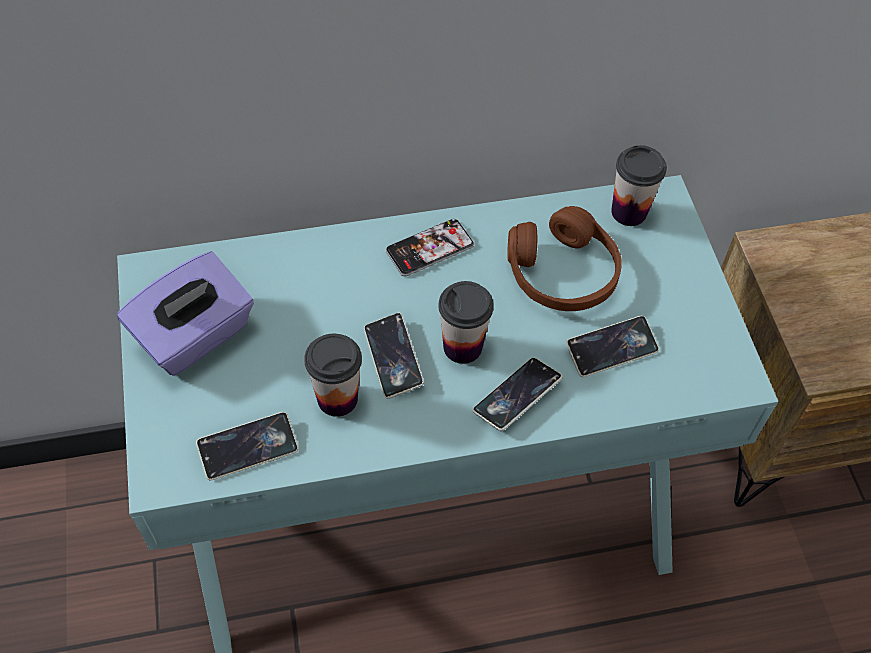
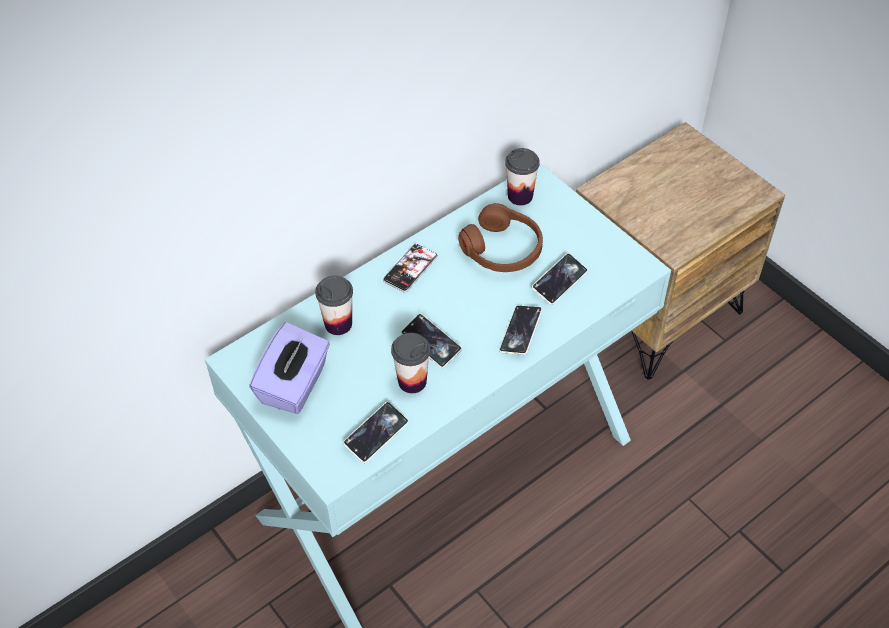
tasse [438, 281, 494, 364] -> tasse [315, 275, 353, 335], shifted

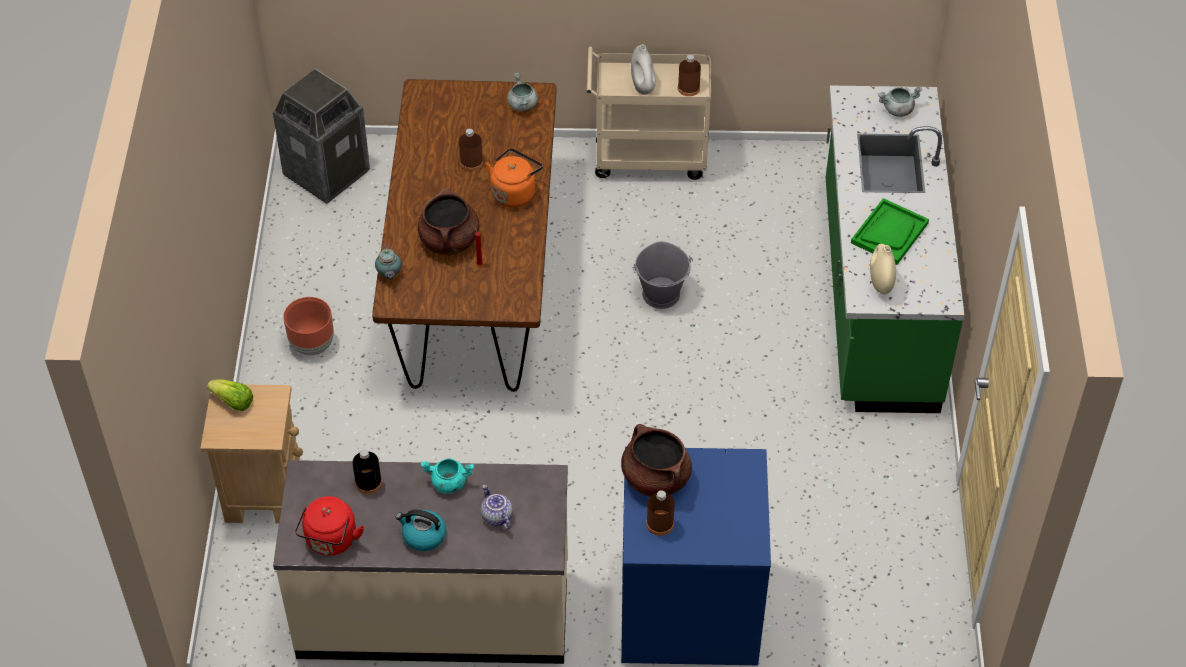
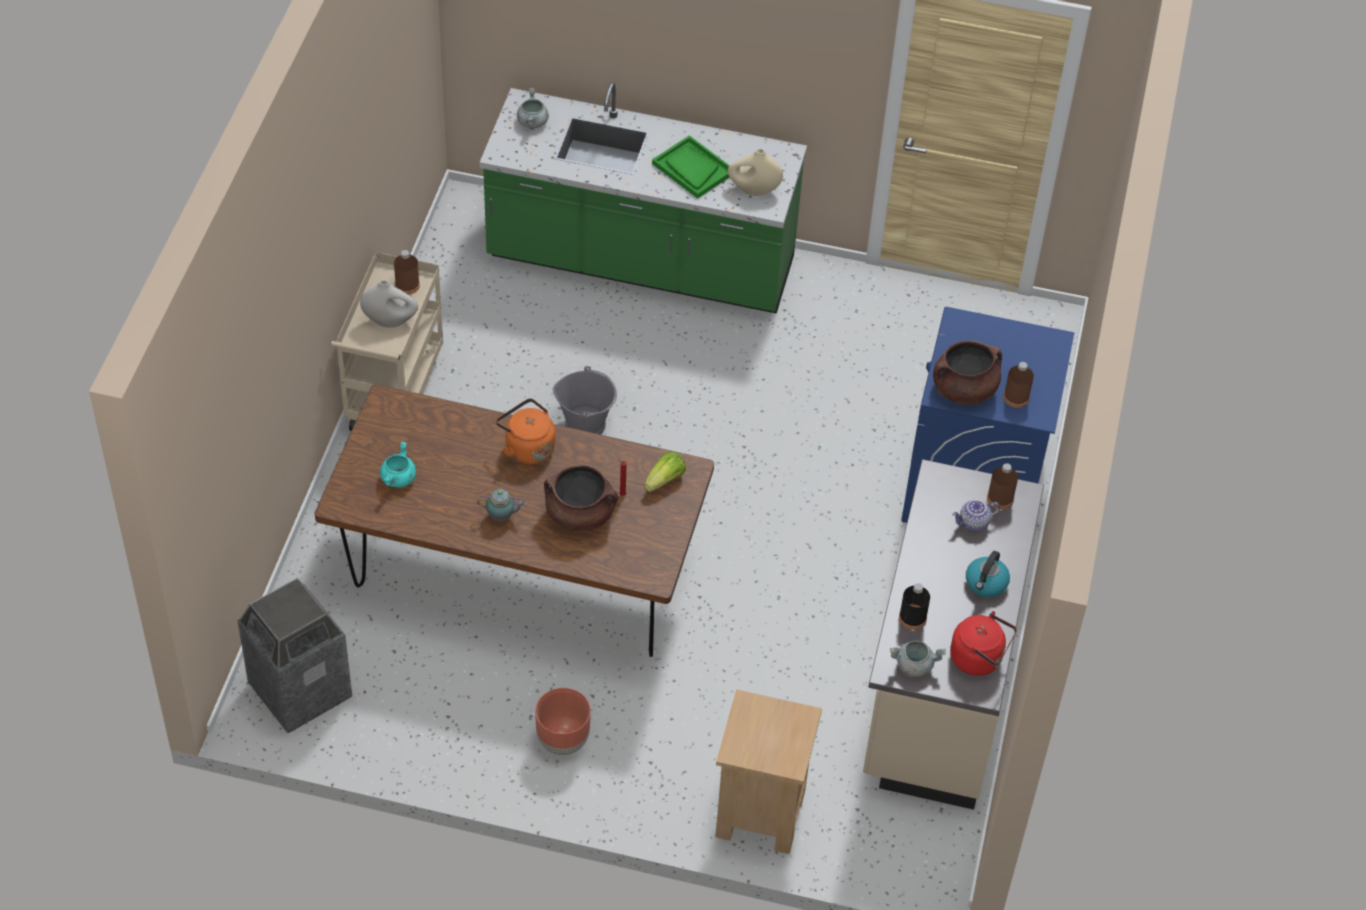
laitue [207, 379, 253, 411] -> laitue [644, 451, 686, 492], shifted
théière [375, 243, 402, 279] -> théière [477, 489, 526, 522], shifted
marmite [turquoise] [421, 458, 474, 494] -> marmite [turquoise] [380, 442, 416, 487], shifted
bouteille [marron] [459, 129, 483, 171] -> bouteille [marron] [987, 463, 1018, 509], shifted
marmite [gris] [507, 73, 538, 111] -> marmite [gris] [890, 641, 946, 677], shifted

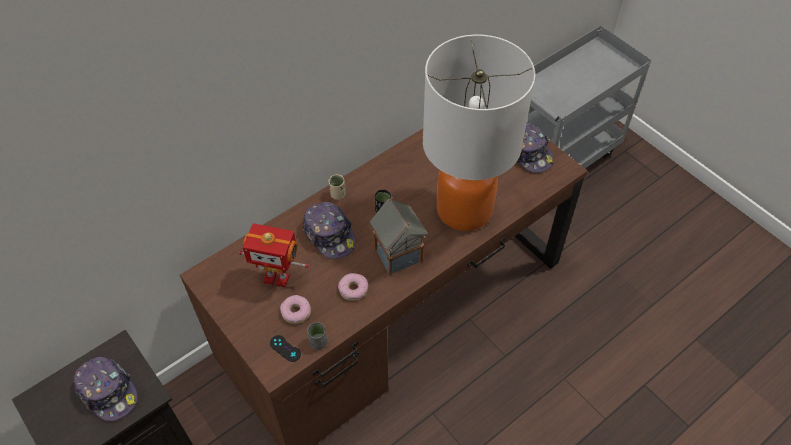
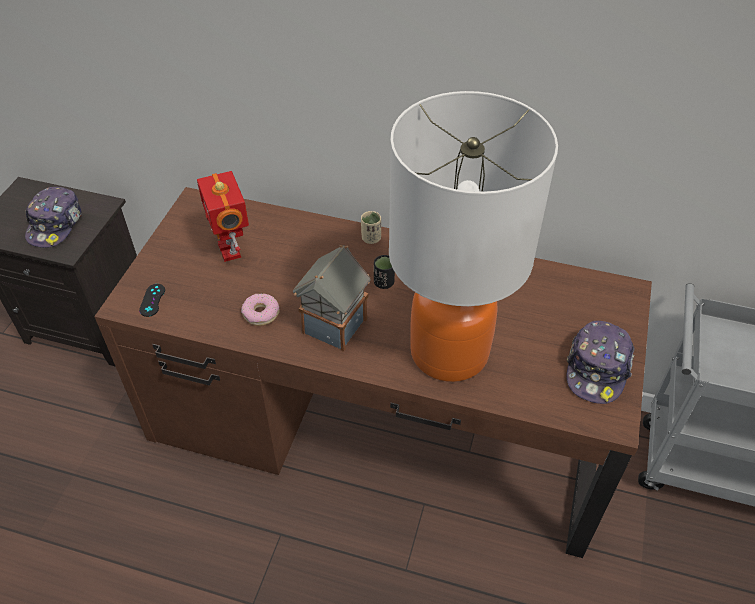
beignet [280, 295, 311, 324] -> none
casquette [303, 202, 356, 259] -> none
tasse [gris] [307, 322, 327, 350] -> none

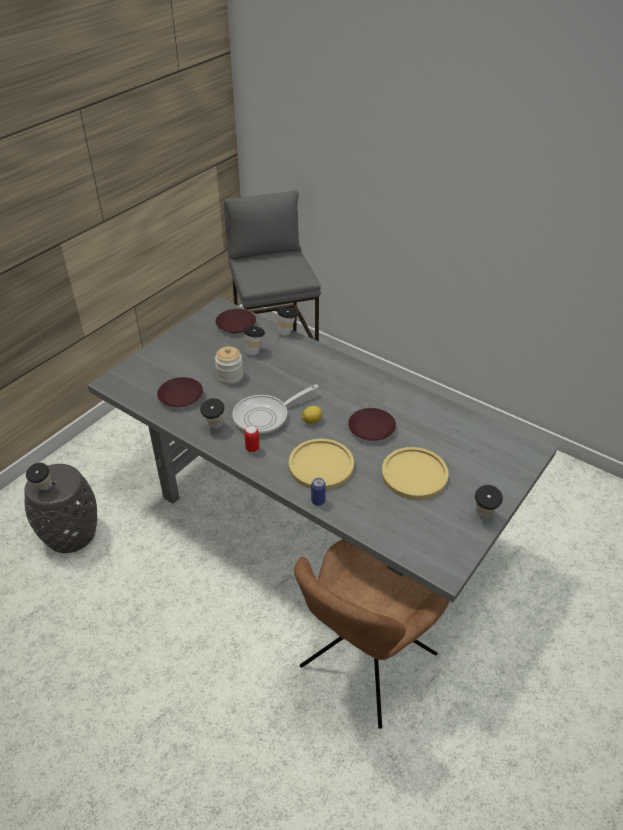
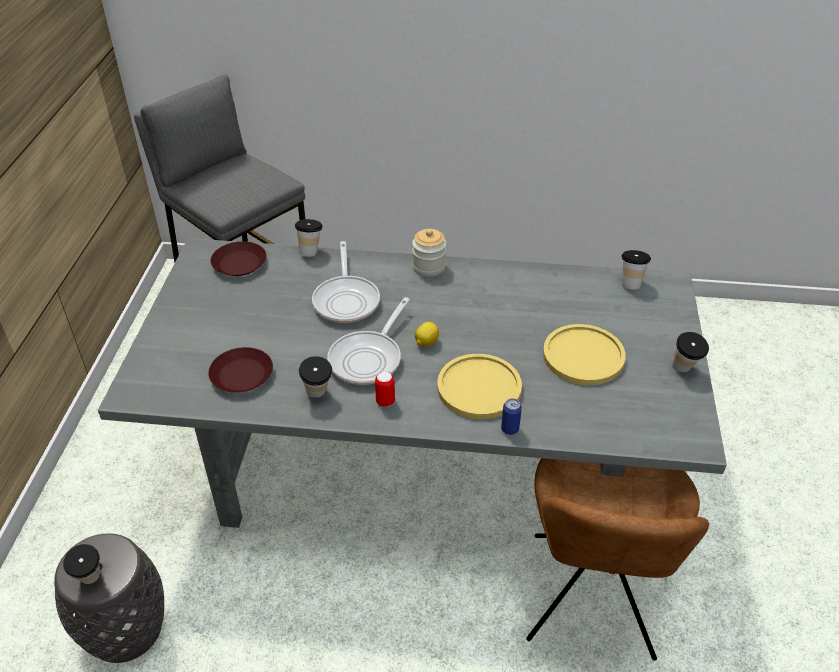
bocal [215, 347, 243, 384] -> bocal [412, 229, 446, 277], shifted
tasse [244, 326, 265, 355] -> tasse [622, 250, 651, 289], shifted
assiette [marron] [348, 408, 396, 441] -> none
none -> poêle [312, 241, 380, 323]

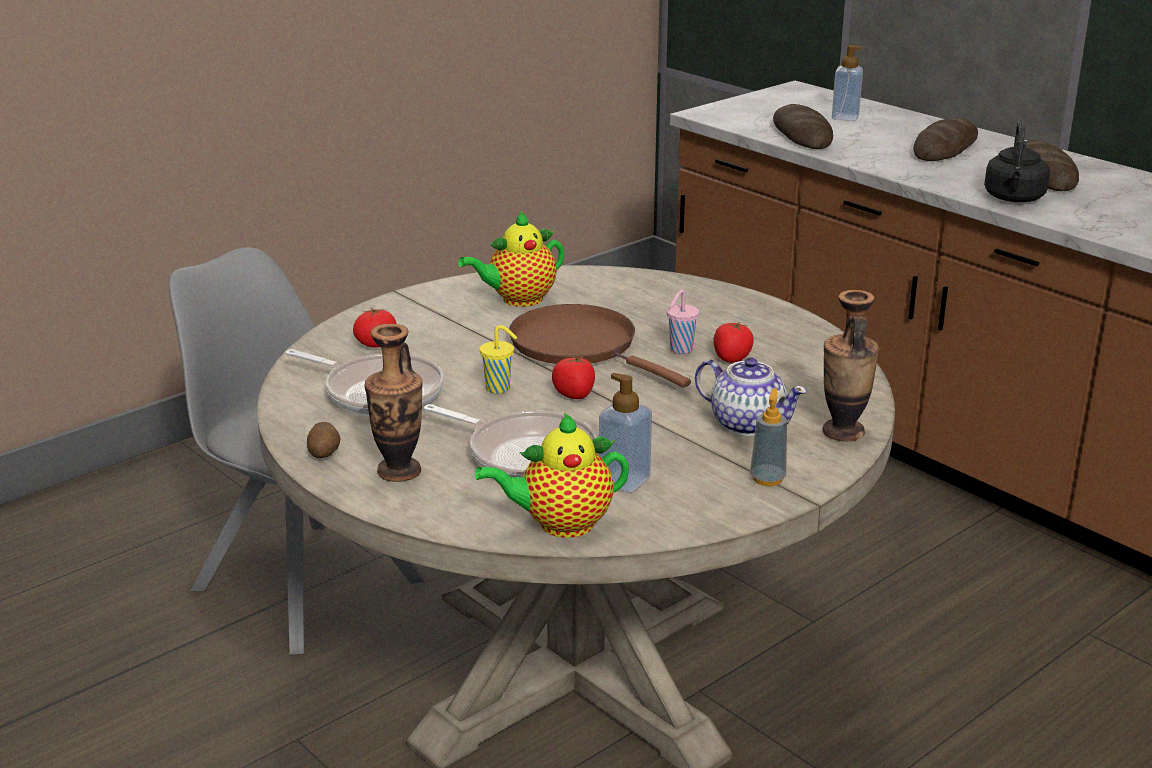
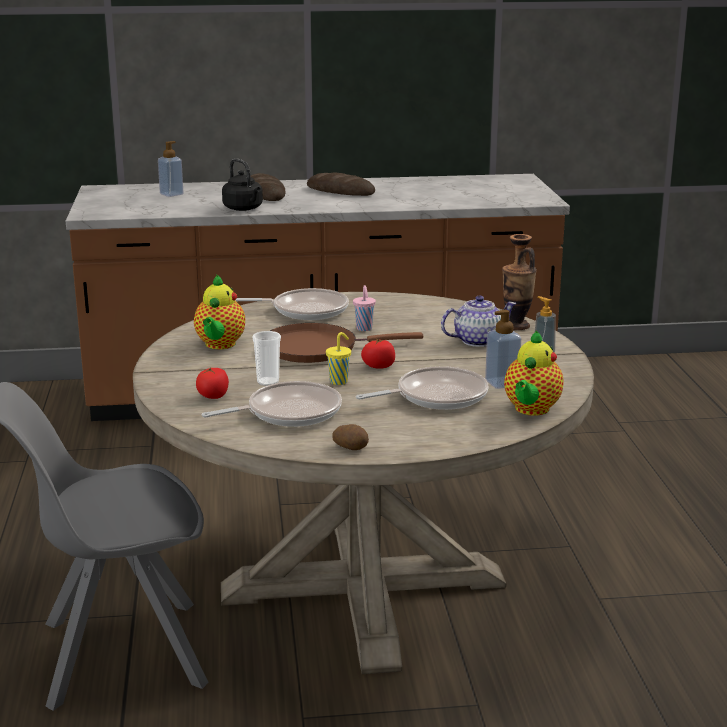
vase [364, 324, 423, 482] -> none
tomate [713, 321, 754, 363] -> none
pain [773, 104, 833, 149] -> none
bouilloire [noir] [984, 121, 1050, 202] -> bouilloire [noir] [222, 158, 263, 211], shifted
none -> poêle [236, 288, 349, 320]
none -> tasse [252, 331, 281, 386]

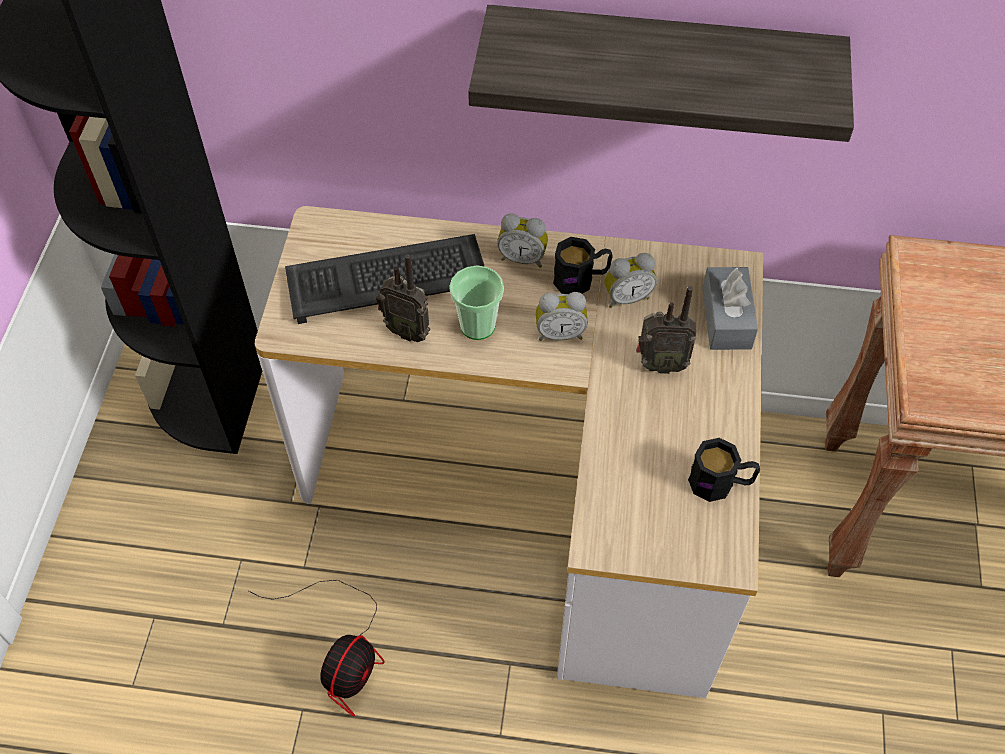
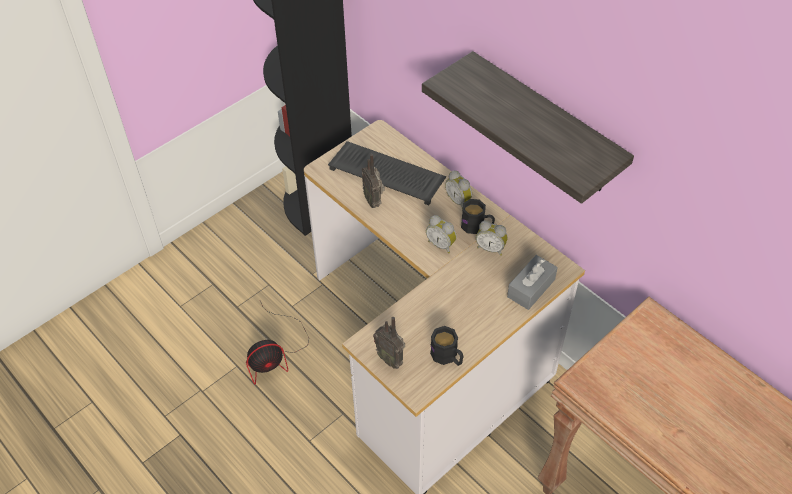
tasse [449, 265, 504, 340] -> none
radio [636, 286, 696, 374] -> radio [373, 317, 405, 369], shifted

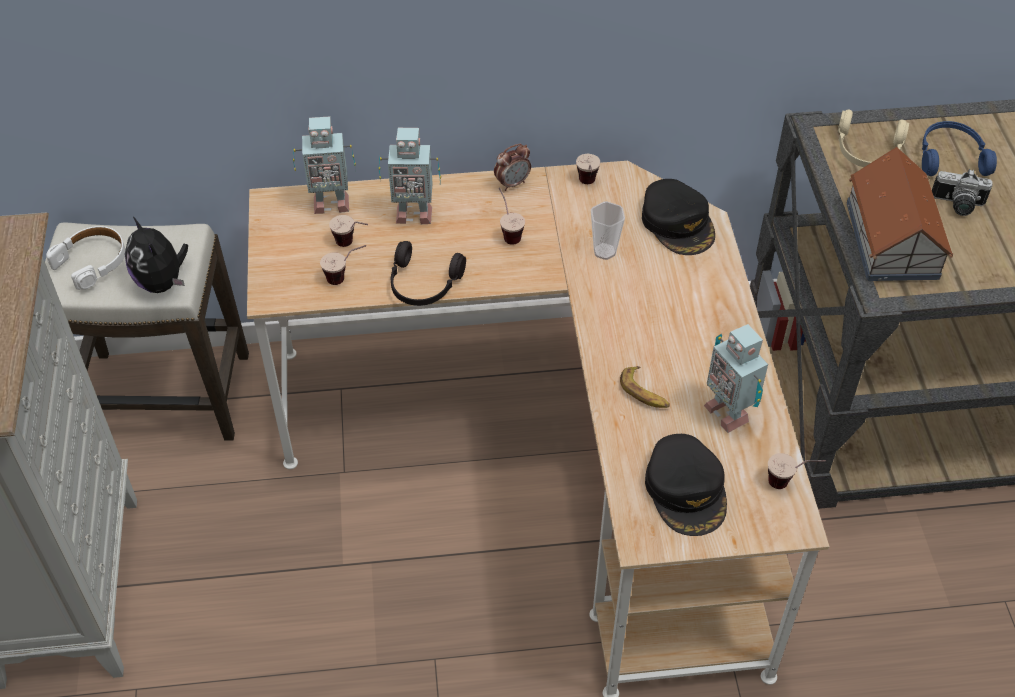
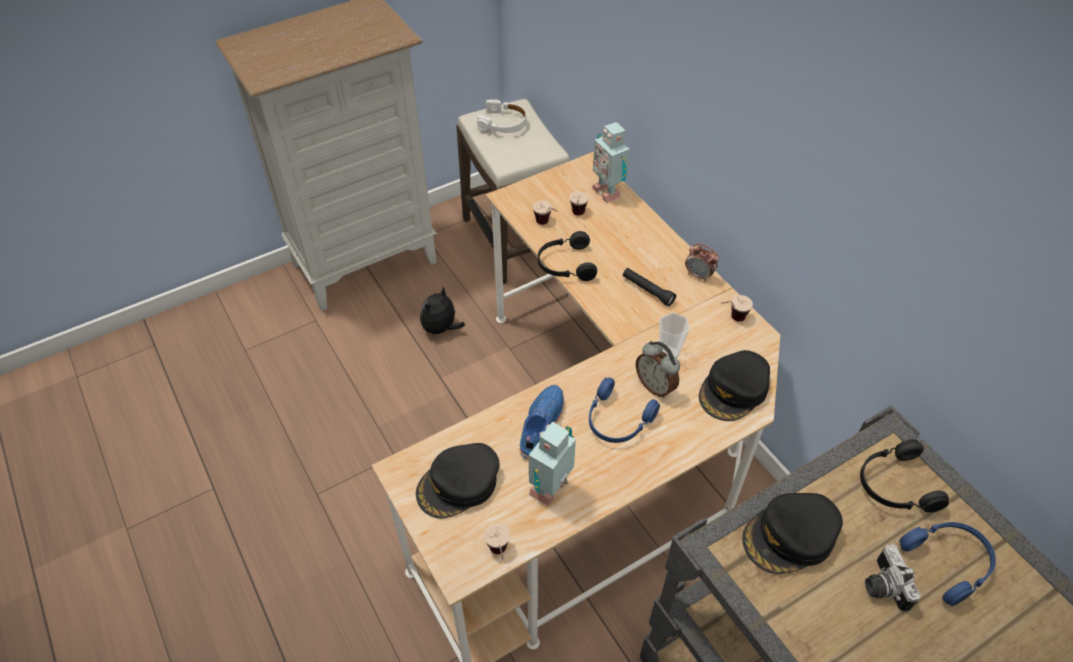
peluche [125, 217, 188, 293] -> peluche [420, 287, 465, 336], shifted
robot jouet [379, 128, 441, 224] -> none
tasse [499, 187, 525, 245] -> lampe de poche [noir] [623, 268, 676, 306]
banane [620, 366, 670, 408] -> chaussure [bleu] [519, 385, 564, 460]
casque audio [beige] [837, 110, 909, 167] -> casque audio [noir] [860, 439, 949, 513]
maison miniature [847, 147, 953, 281] -> casquette [noir] [742, 493, 843, 574]
none -> casque audio [bleu] [589, 378, 660, 443]
none -> réveil [636, 341, 680, 398]

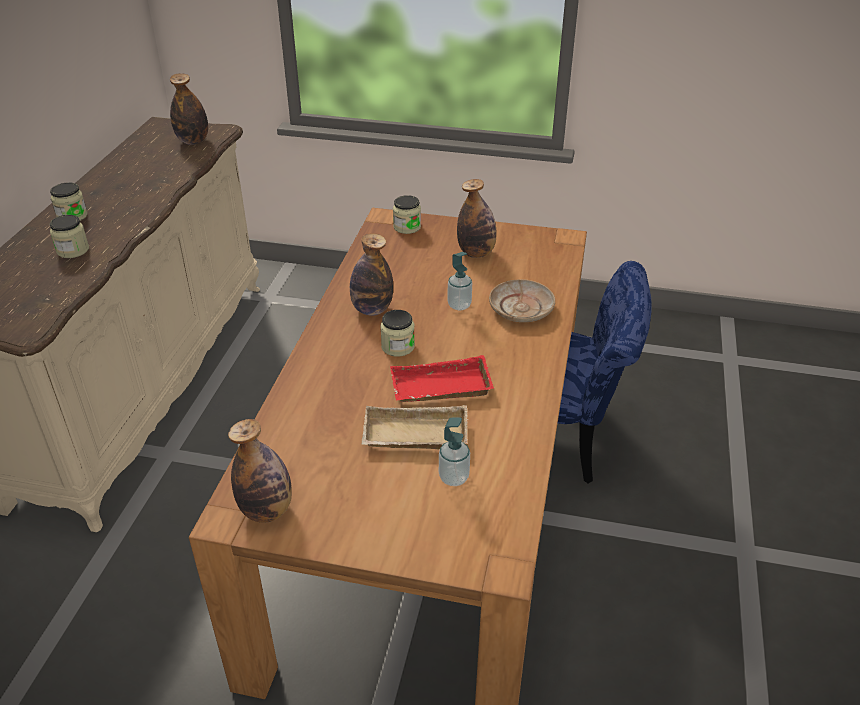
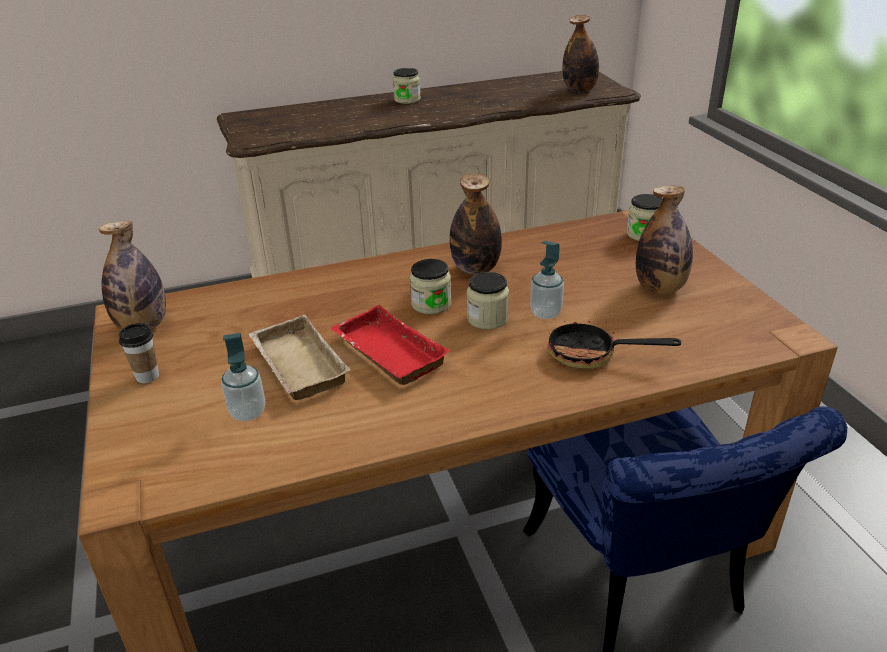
bocal [50, 215, 89, 258] -> bocal [467, 272, 509, 329], shifted
assiette [beige] [489, 279, 555, 322] -> poêle [547, 321, 681, 369]
none -> tasse [119, 323, 159, 383]

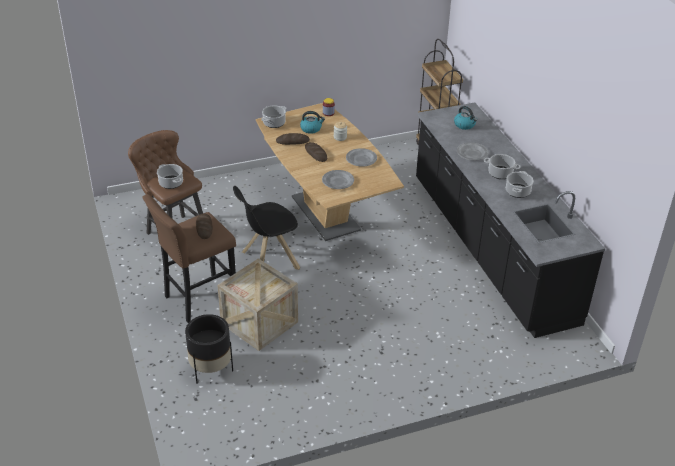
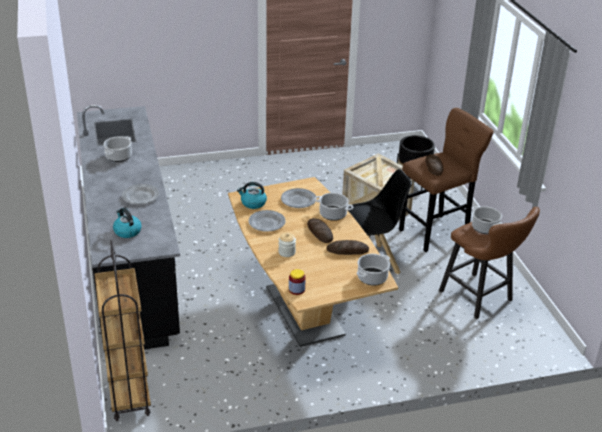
bouilloire [300, 111, 325, 134] -> bouilloire [237, 182, 267, 209], shifted
marmite [484, 154, 521, 179] -> marmite [314, 193, 353, 221], shifted

